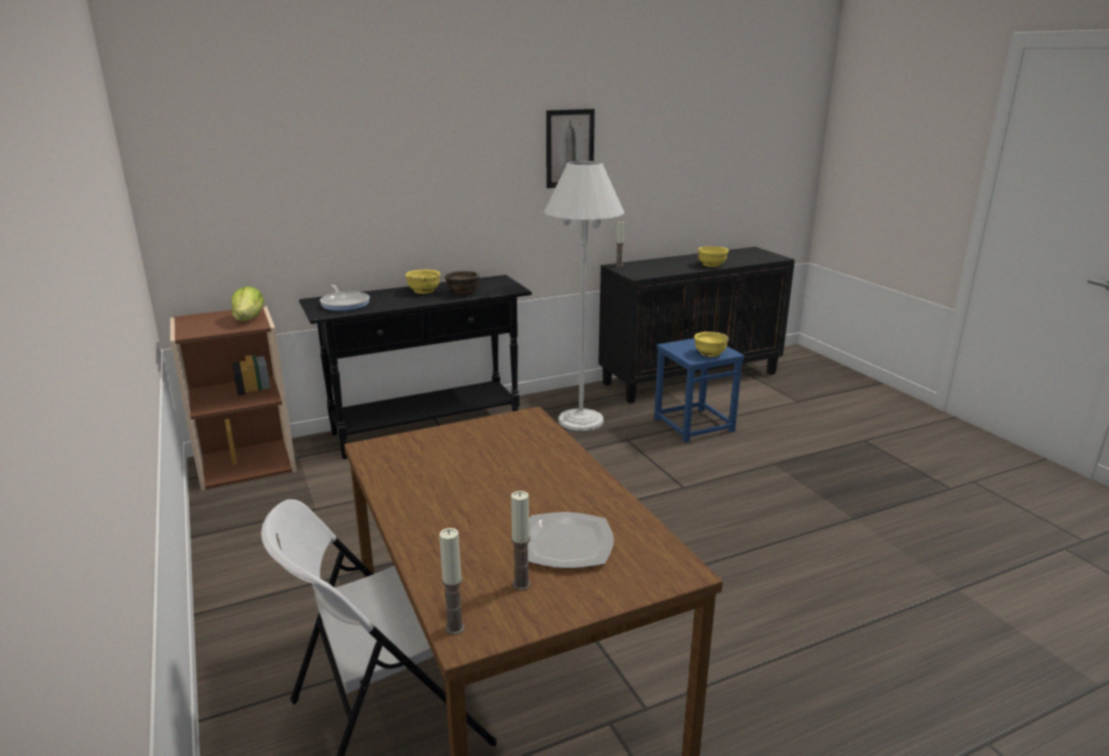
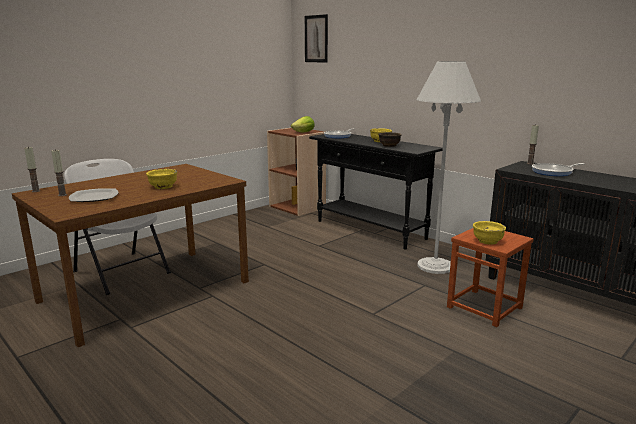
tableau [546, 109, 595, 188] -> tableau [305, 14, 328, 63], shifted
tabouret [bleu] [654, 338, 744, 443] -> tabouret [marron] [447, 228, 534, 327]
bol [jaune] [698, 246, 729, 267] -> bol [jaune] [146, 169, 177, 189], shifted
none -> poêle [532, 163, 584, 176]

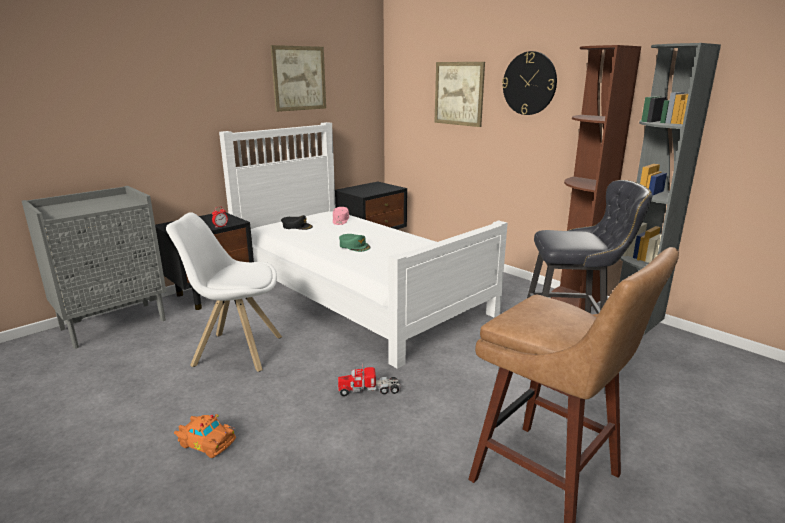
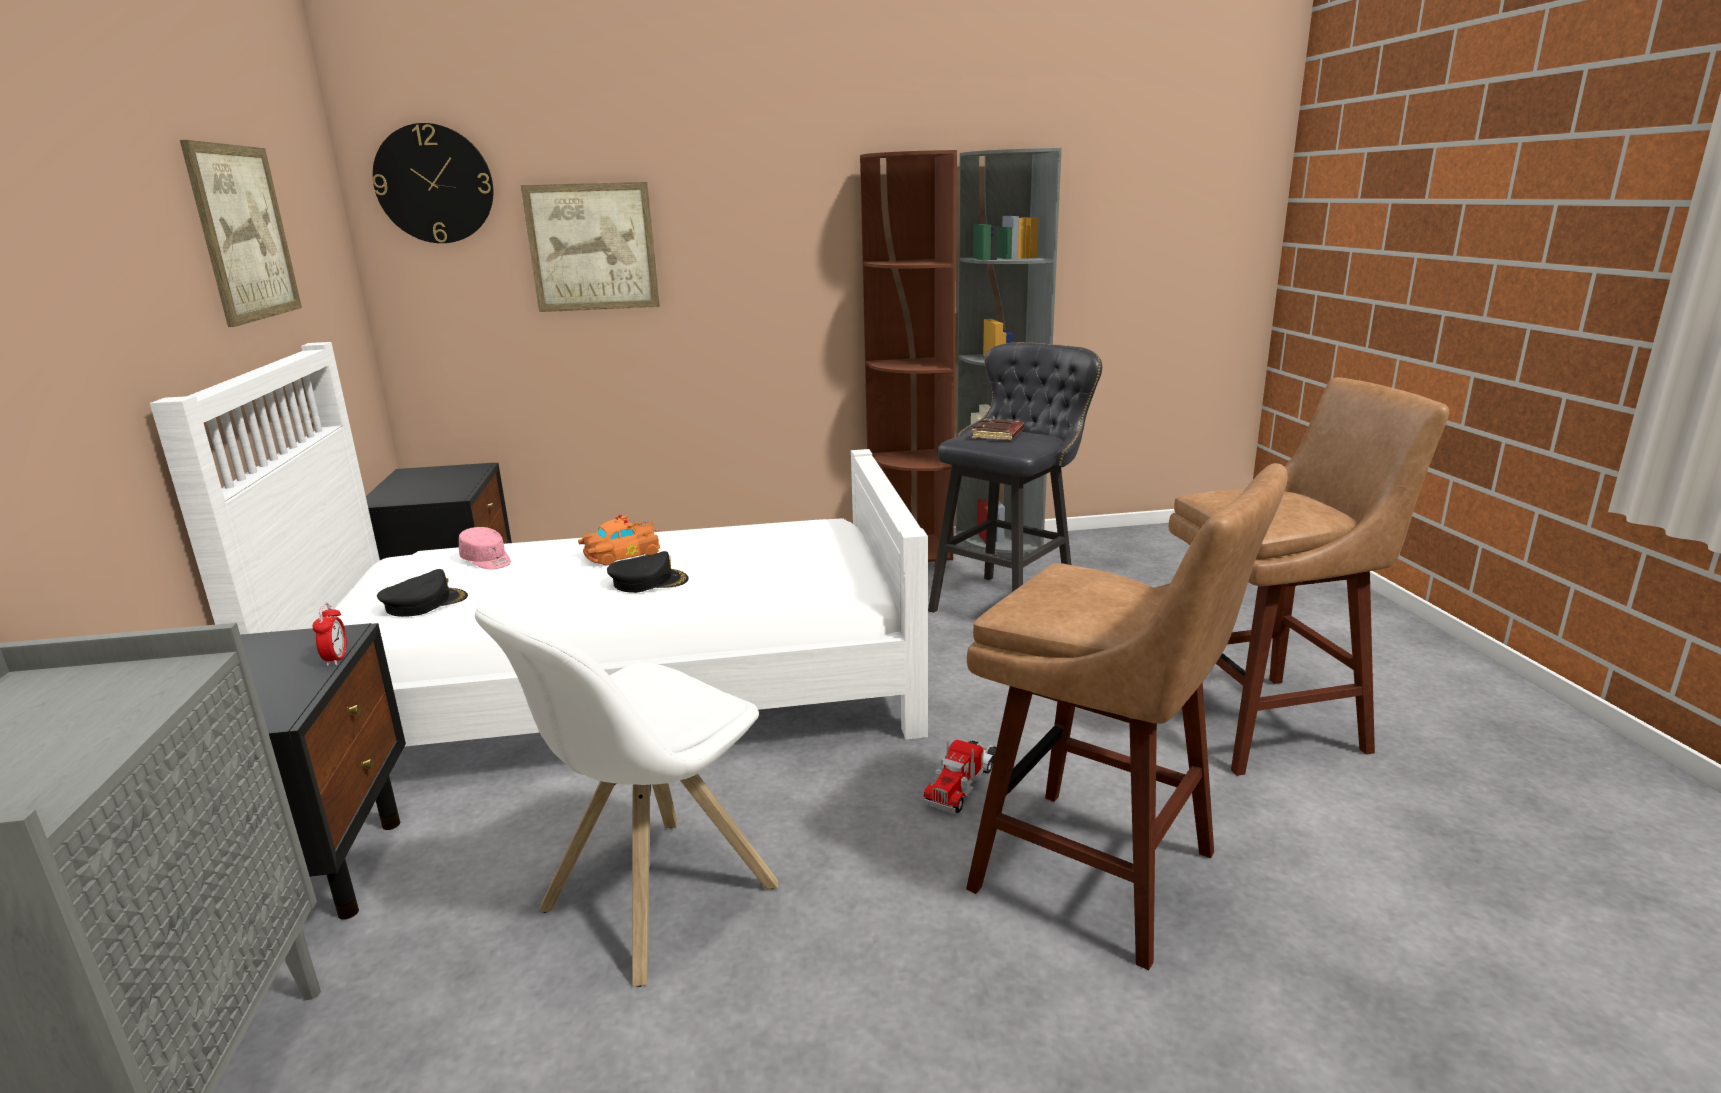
petite voiture [orange] [174, 414, 236, 458] -> petite voiture [orange] [578, 514, 660, 566], shifted
casquette [vert] [339, 234, 371, 252] -> casquette [noir] [607, 551, 689, 593]
horloge murale [502, 51, 557, 115] -> horloge murale [373, 123, 494, 243], shifted
none -> tabouret [marron] [966, 463, 1288, 970]
none -> livre [marron] [971, 419, 1024, 441]

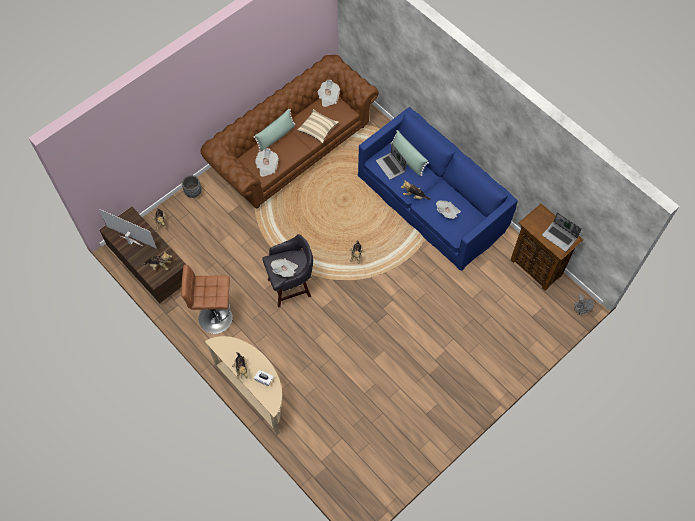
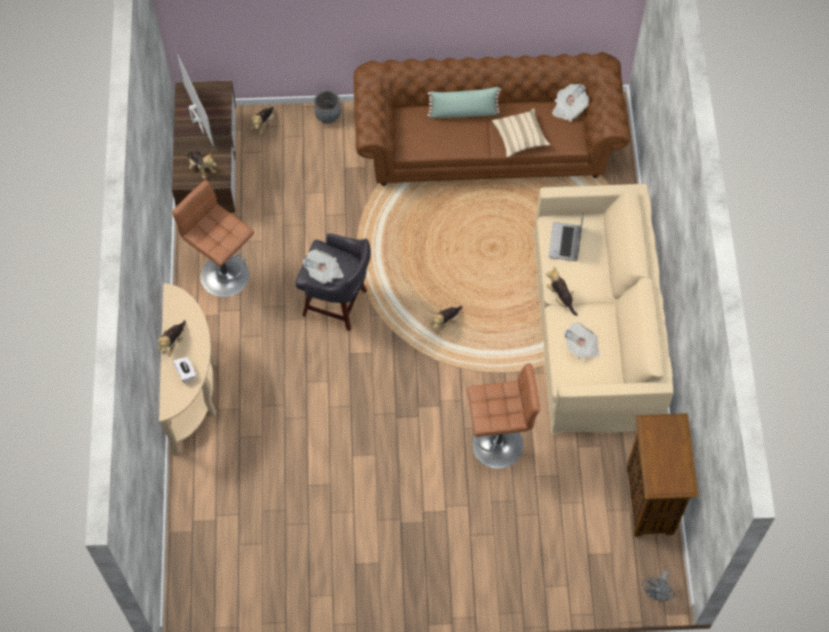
journal [255, 148, 279, 177] -> none
canapé [bleu] [358, 107, 518, 271] -> canapé [beige] [533, 184, 674, 435]
coussin [vert] [390, 130, 429, 176] -> none
ordinateur portable [542, 212, 582, 252] -> none
none -> tabouret [marron] [467, 363, 540, 469]

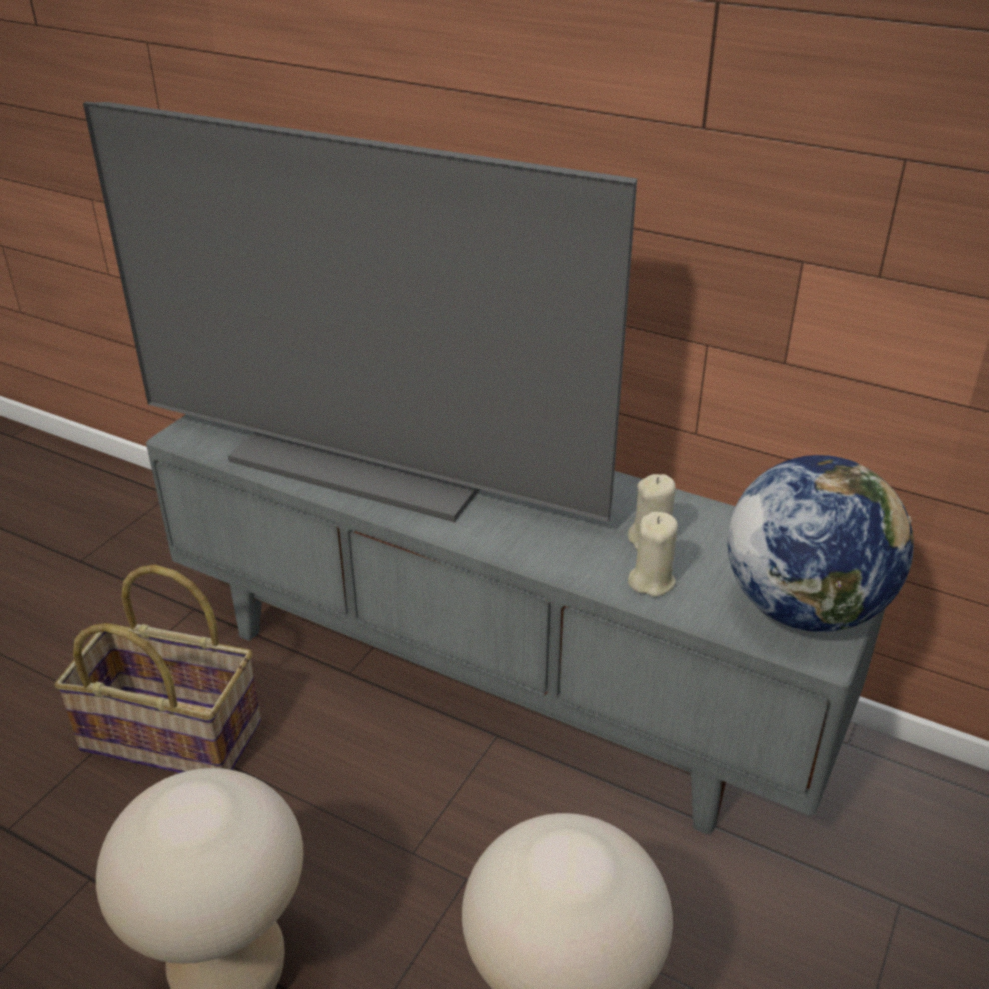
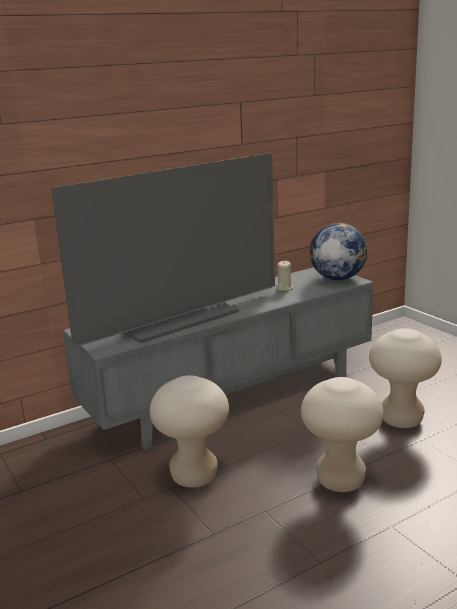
panier [55, 564, 261, 773] -> tabouret [beige] [150, 375, 229, 488]
bougie [beige] [628, 511, 678, 597] -> none

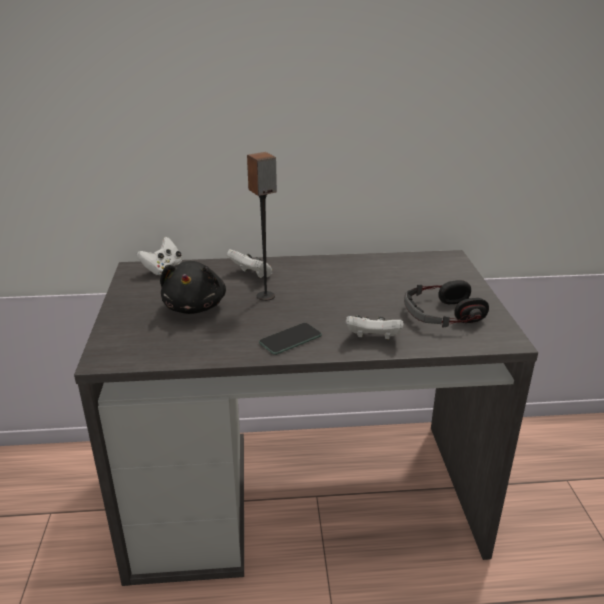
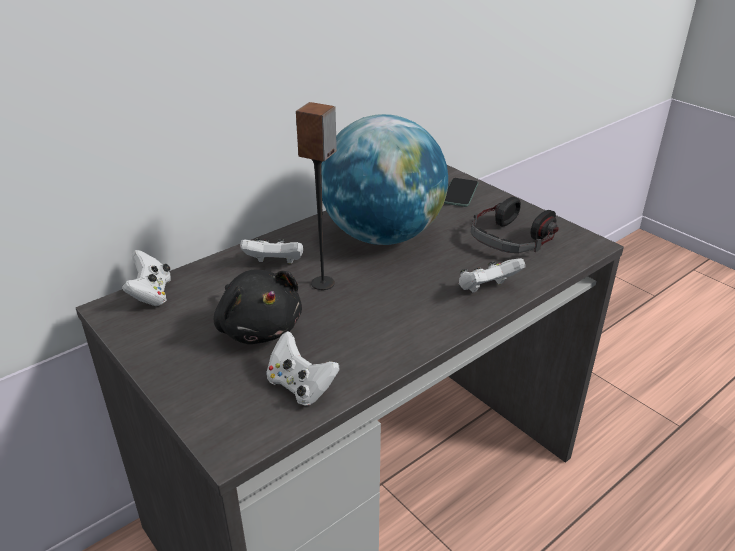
téléphone [259, 323, 322, 355] -> téléphone [444, 178, 478, 207], shifted
none -> manette [blanc] [266, 331, 340, 406]
none -> globe [321, 114, 448, 245]

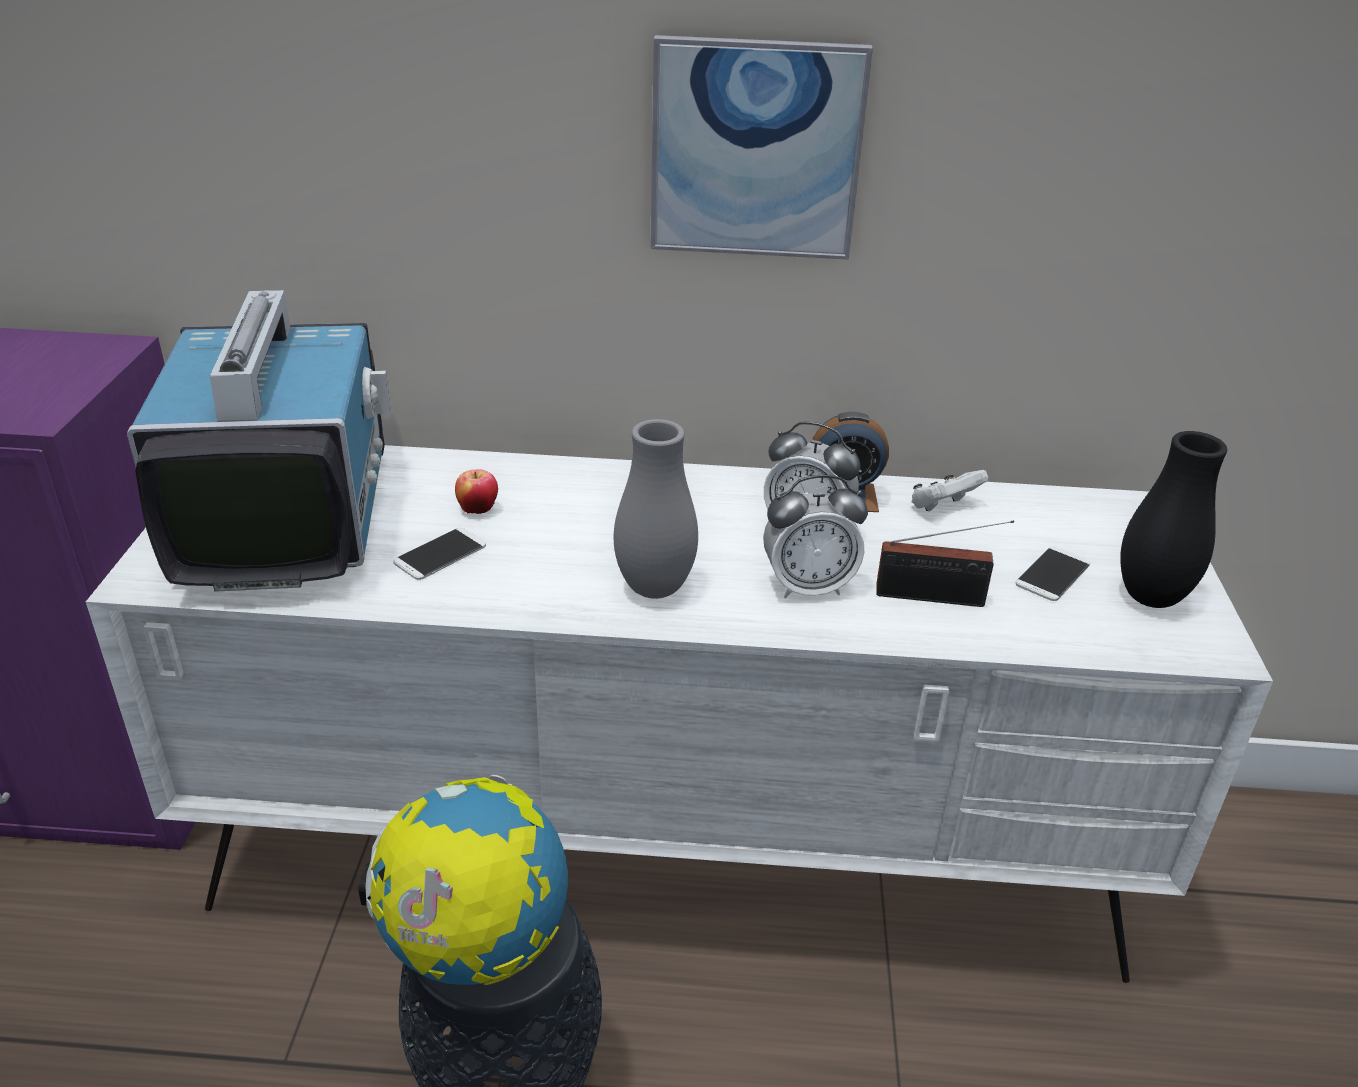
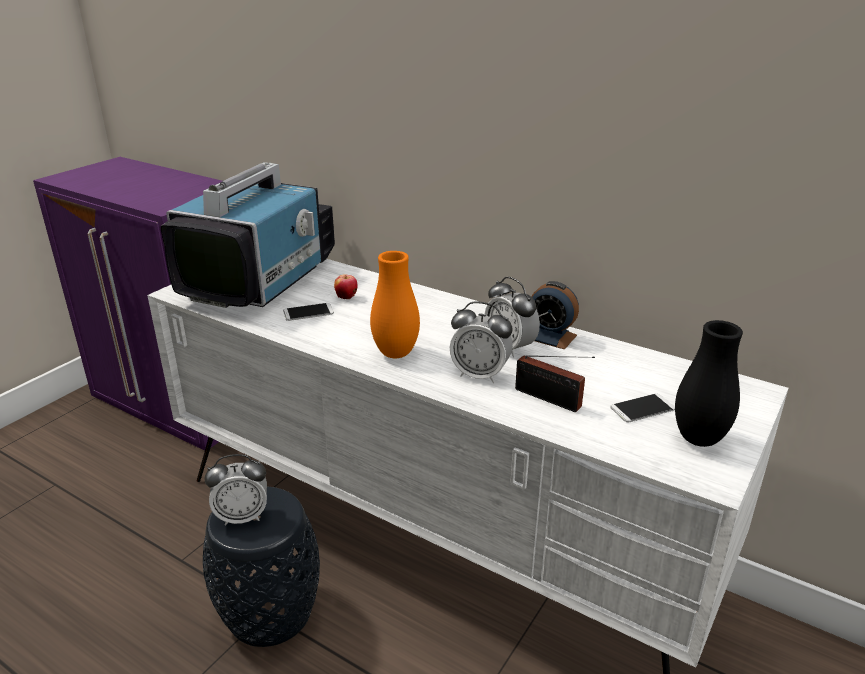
globe [358, 775, 568, 985] -> réveil [204, 454, 267, 526]
vase [gris] [614, 419, 698, 599] -> vase [orange] [370, 251, 420, 358]
tableau [650, 35, 873, 259] -> none
manette [blanc] [911, 470, 988, 511] -> none

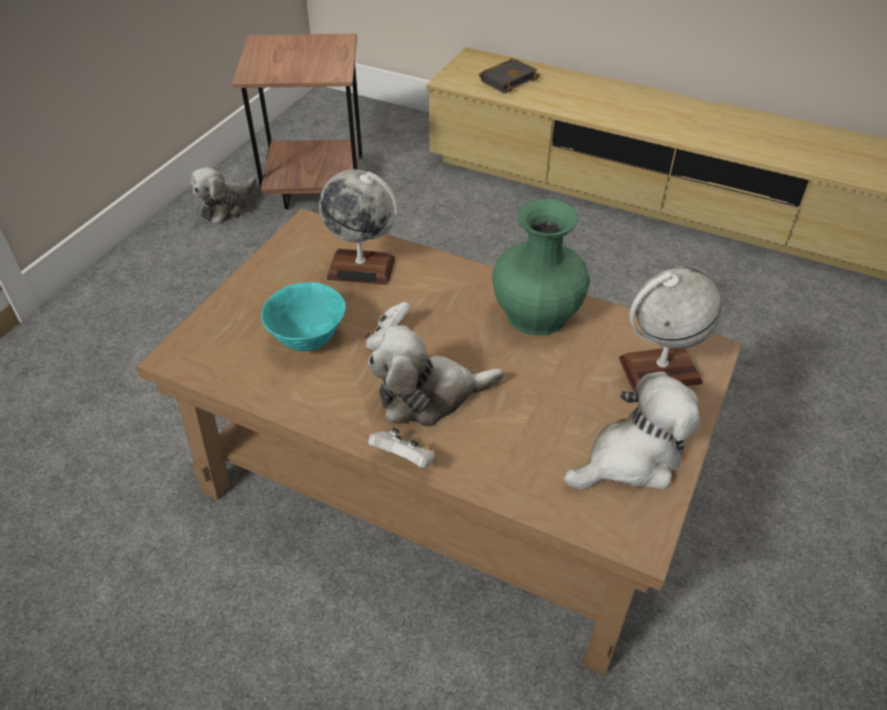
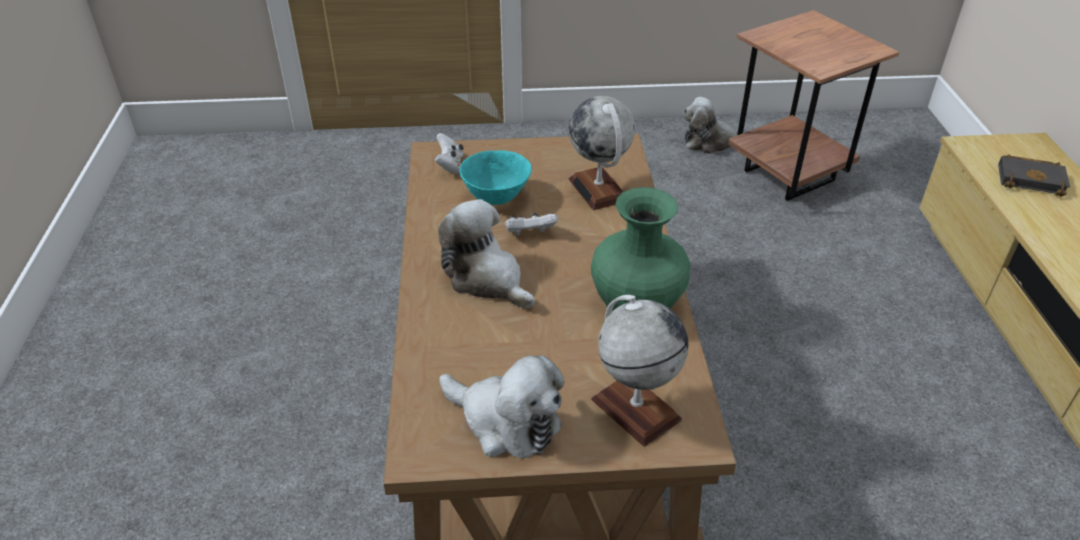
manette [blanc] [368, 428, 435, 468] -> manette [blanc] [434, 133, 463, 174], shifted

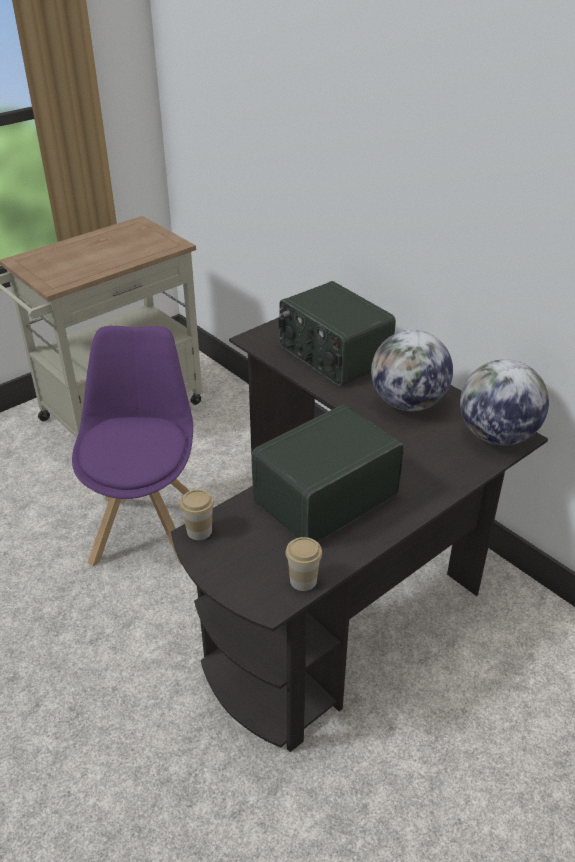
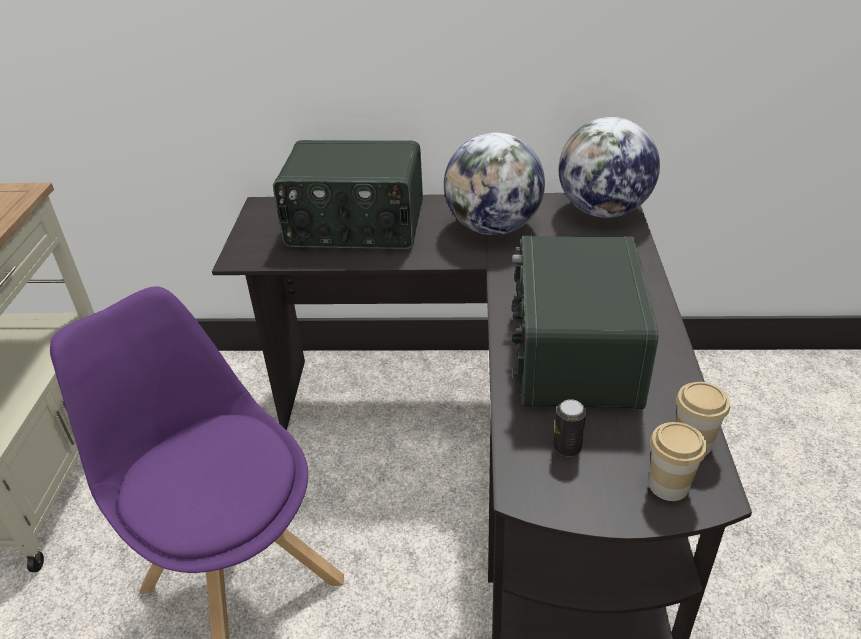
tasse [180, 490, 214, 540] -> tasse [649, 422, 707, 501], shifted
none -> boîte métallique [553, 399, 586, 456]

